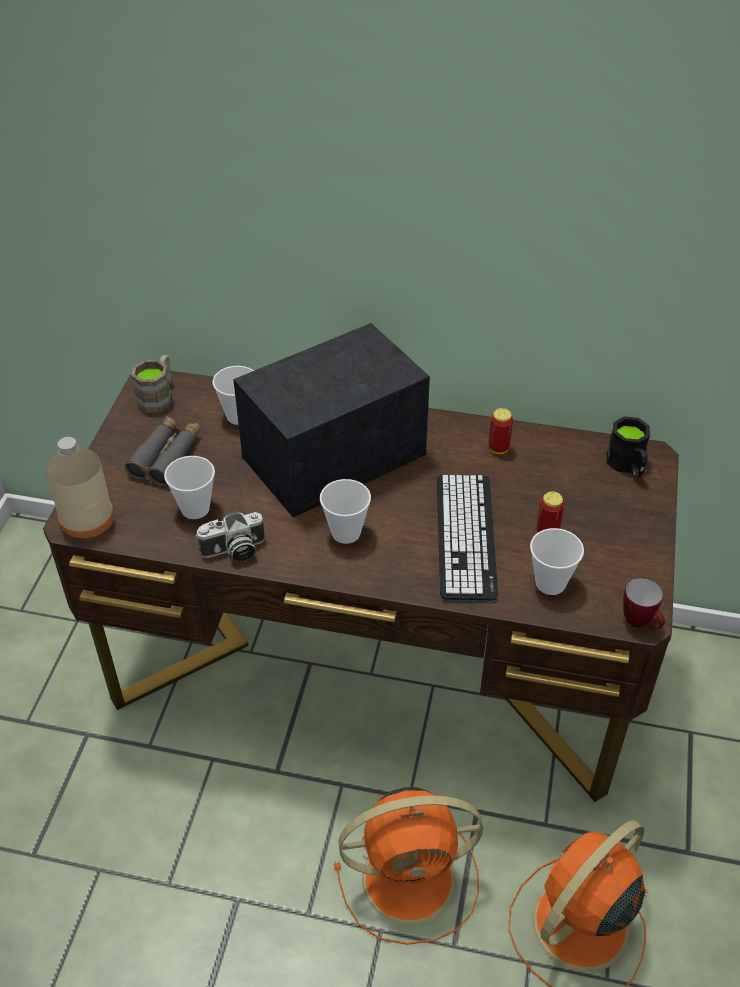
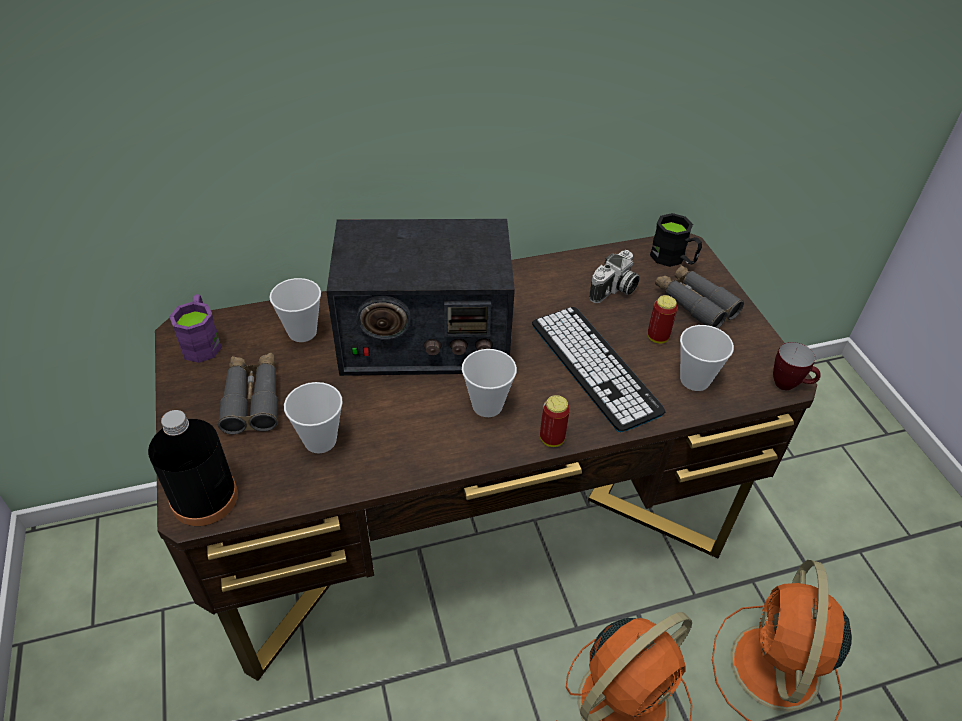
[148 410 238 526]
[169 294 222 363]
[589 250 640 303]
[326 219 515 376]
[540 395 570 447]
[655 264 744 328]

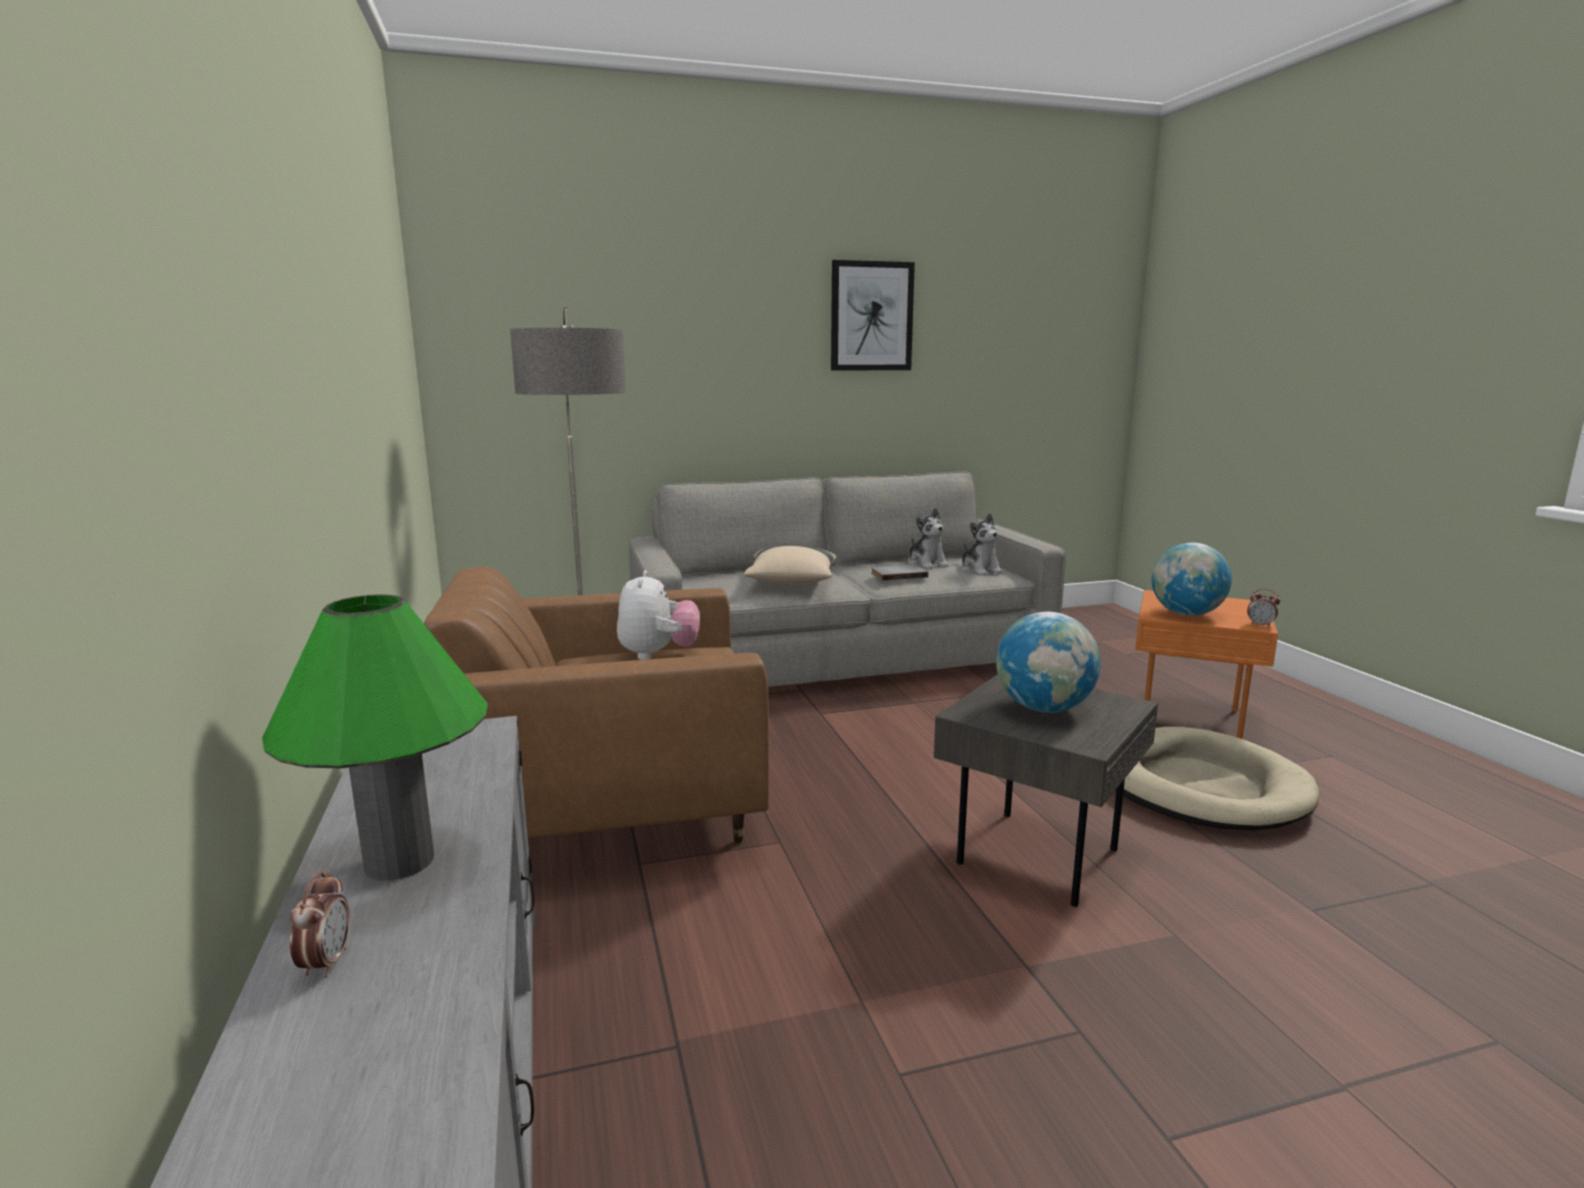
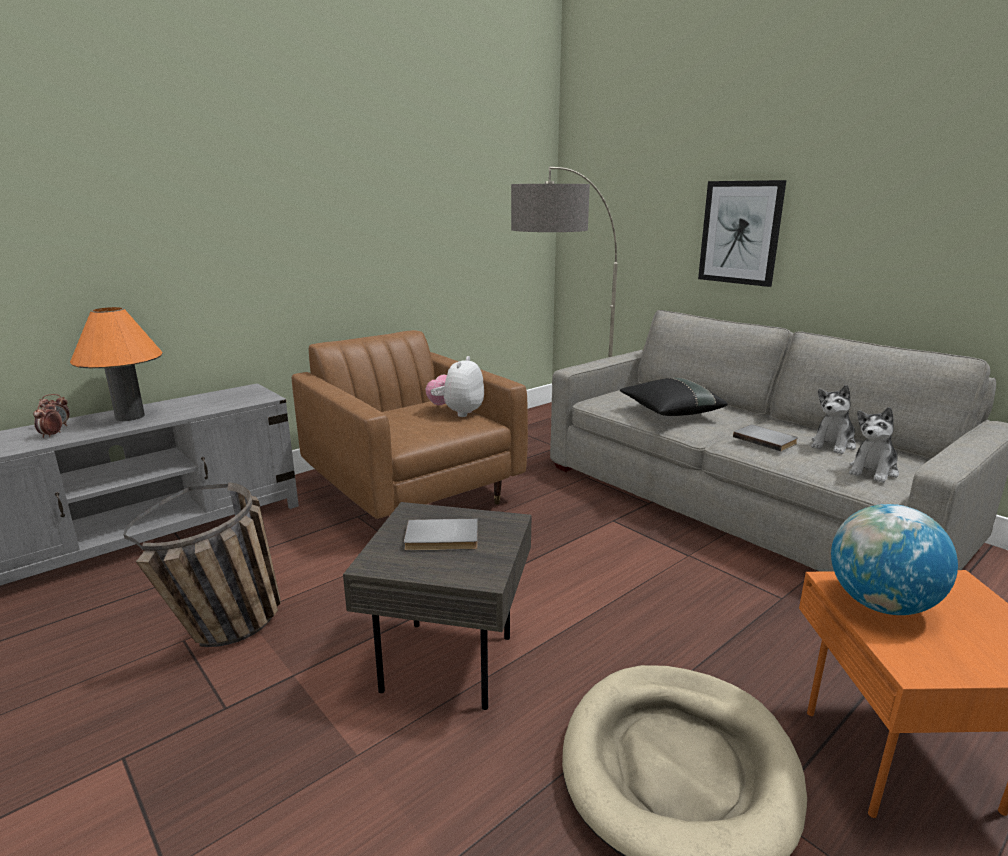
[70 307 163 421]
[425 356 484 417]
[620 378 728 416]
[698 180 786 287]
[404 519 478 551]
[33 401 62 438]
[124 482 281 647]

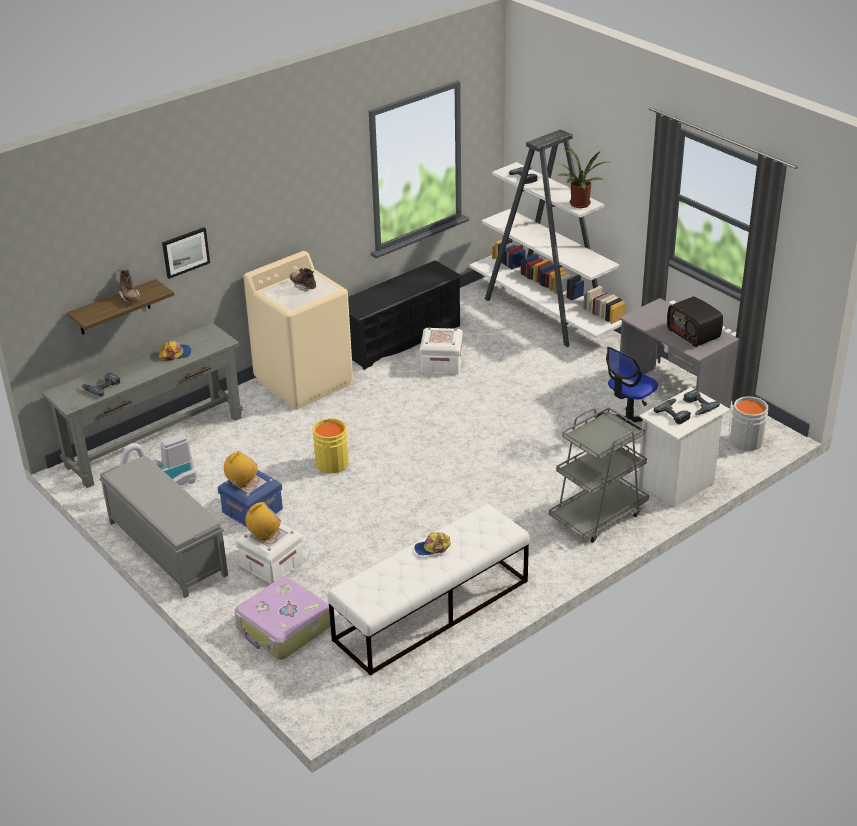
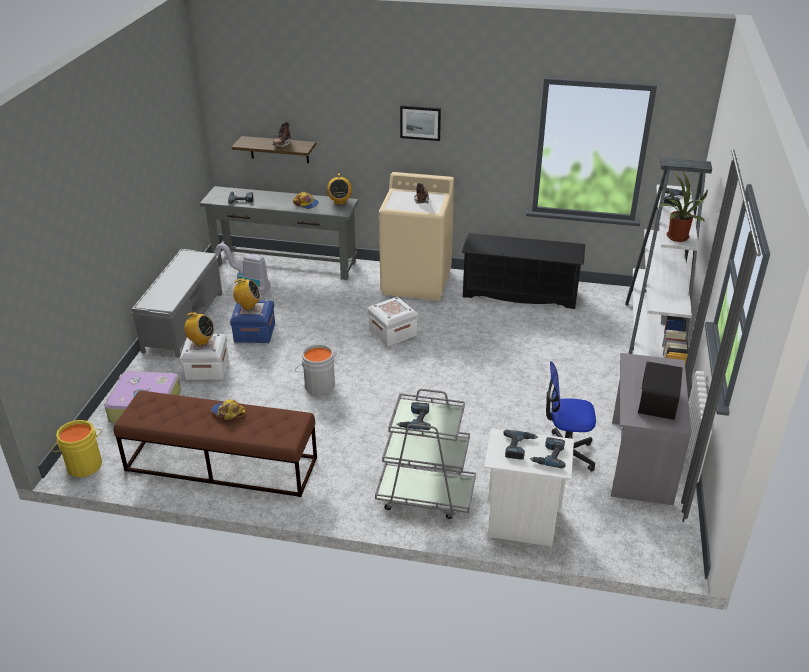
[400 105 441 141]
[51 420 102 477]
[114 390 317 497]
[367 297 419 346]
[295 344 337 395]
[327 173 352 205]
[397 402 431 430]

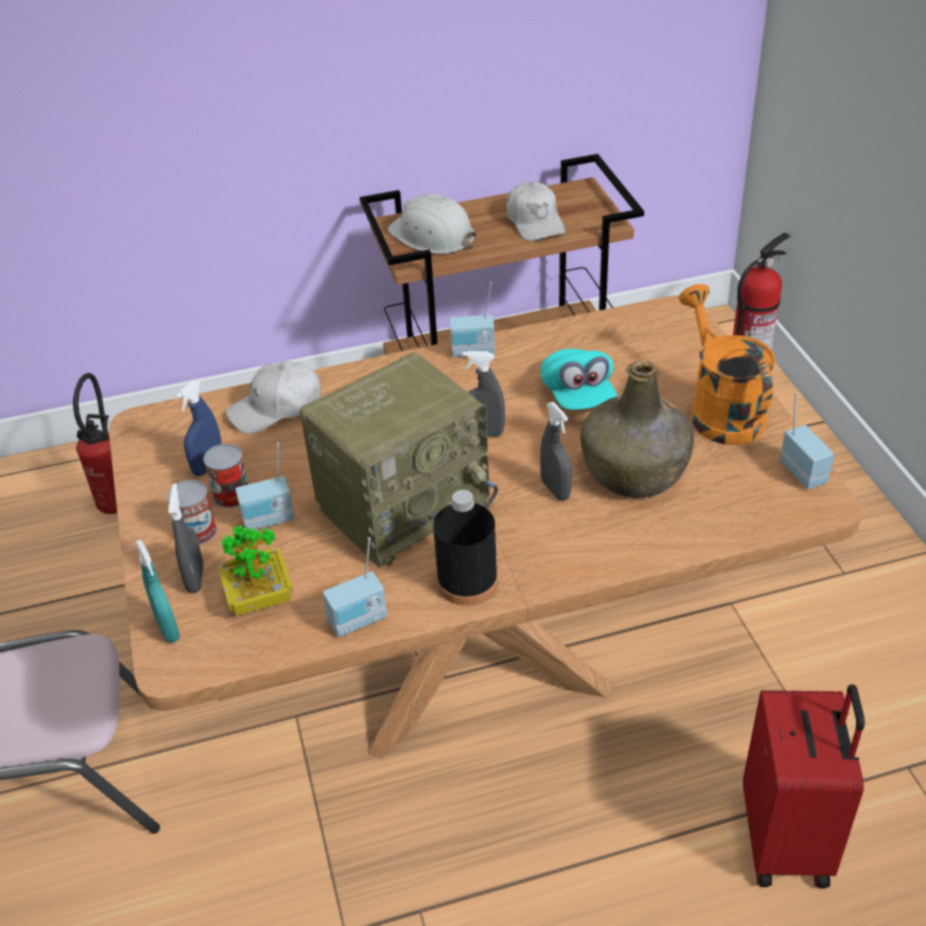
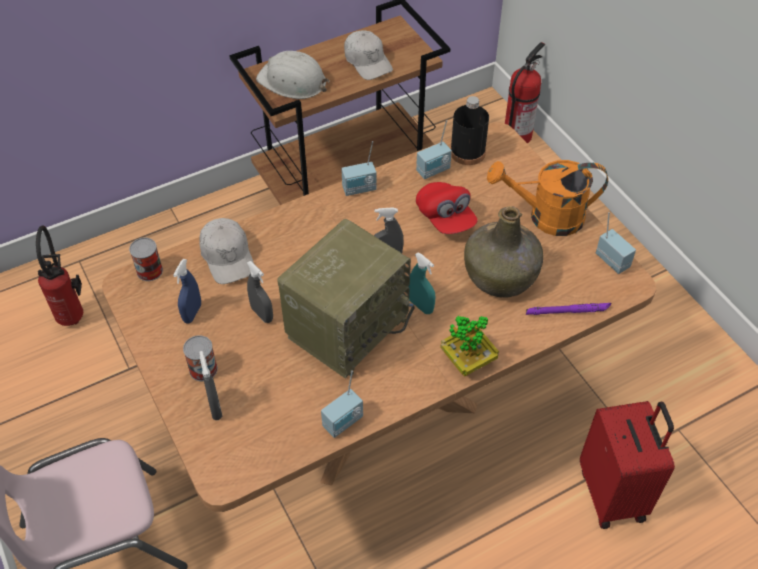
[409 253 435 314]
[129 237 163 281]
[440 316 499 377]
[199 218 254 284]
[416 120 452 179]
[450 96 489 165]
[247 261 273 323]
[416 182 478 234]
[487 160 608 236]
[526 303 611 315]

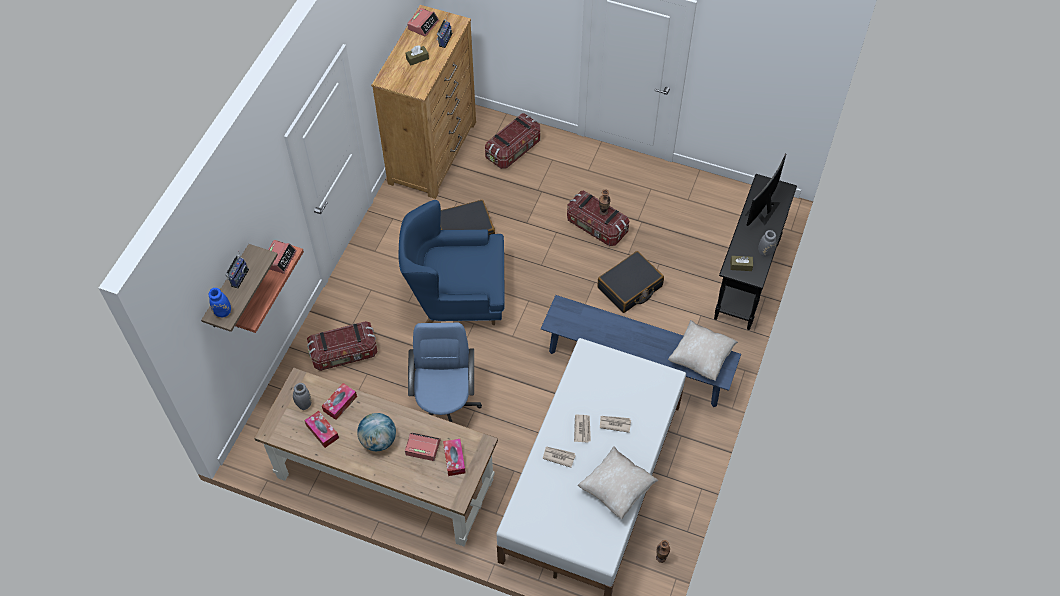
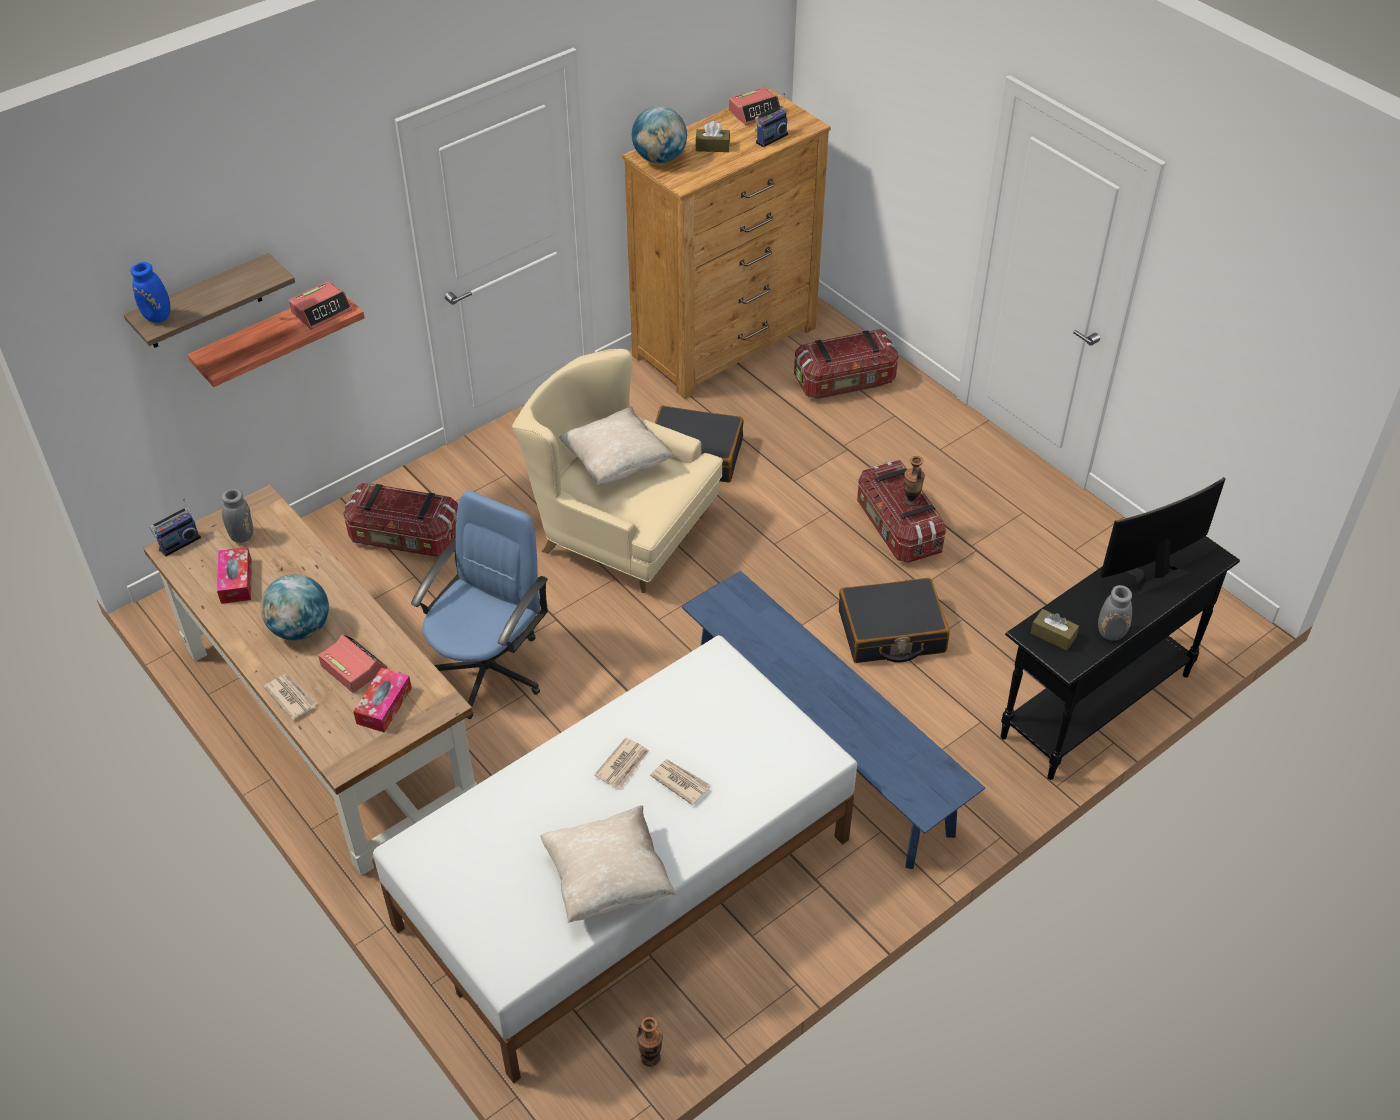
[150 499 201 557]
[322 383 357 420] (first image)
[512 349 723 593]
[264 674 318 720]
[559 406 673 485]
[632 106 687 164]

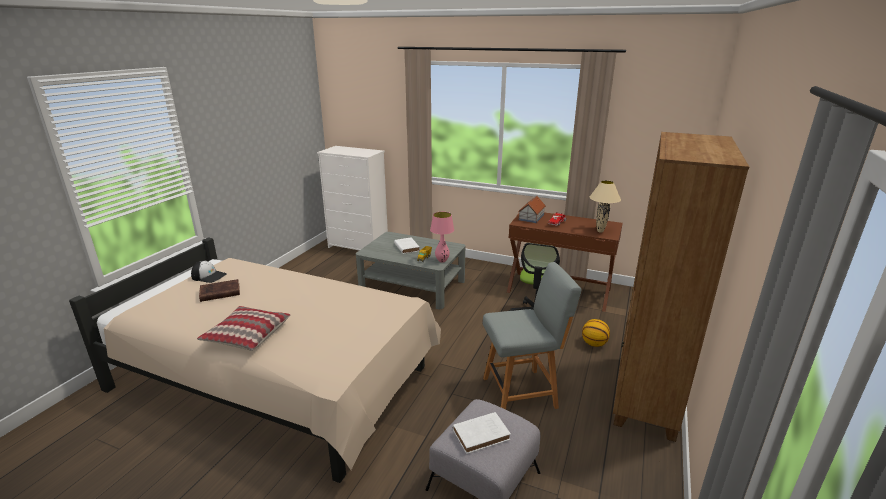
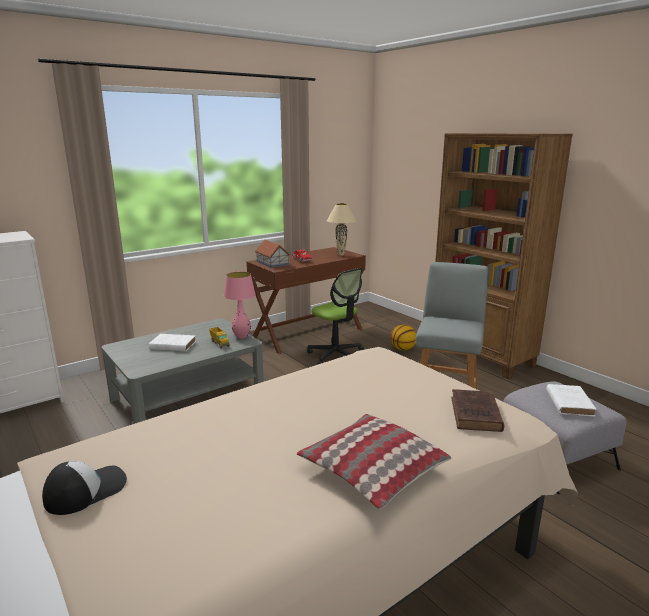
[451 389 504 432]

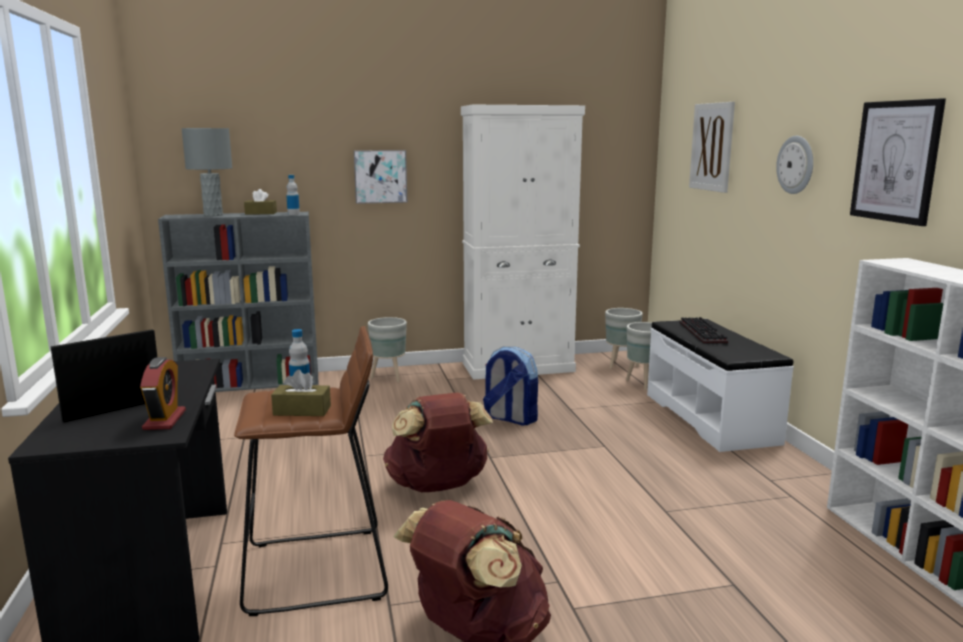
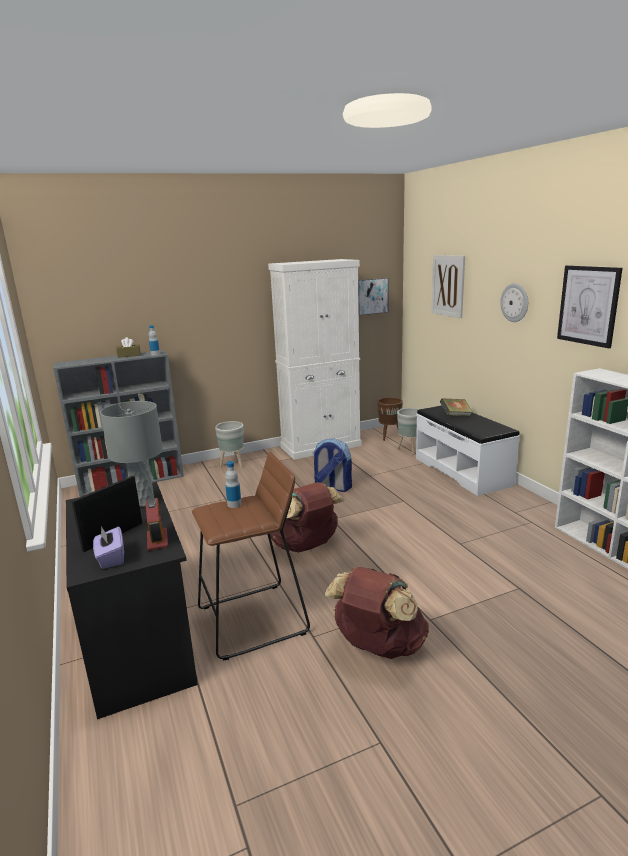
[100 401 163 507]
[271 370 331 416] (first image)
[358 278 389 316]
[377 397 403 441]
[440 398 473 416]
[93 526 124 569]

